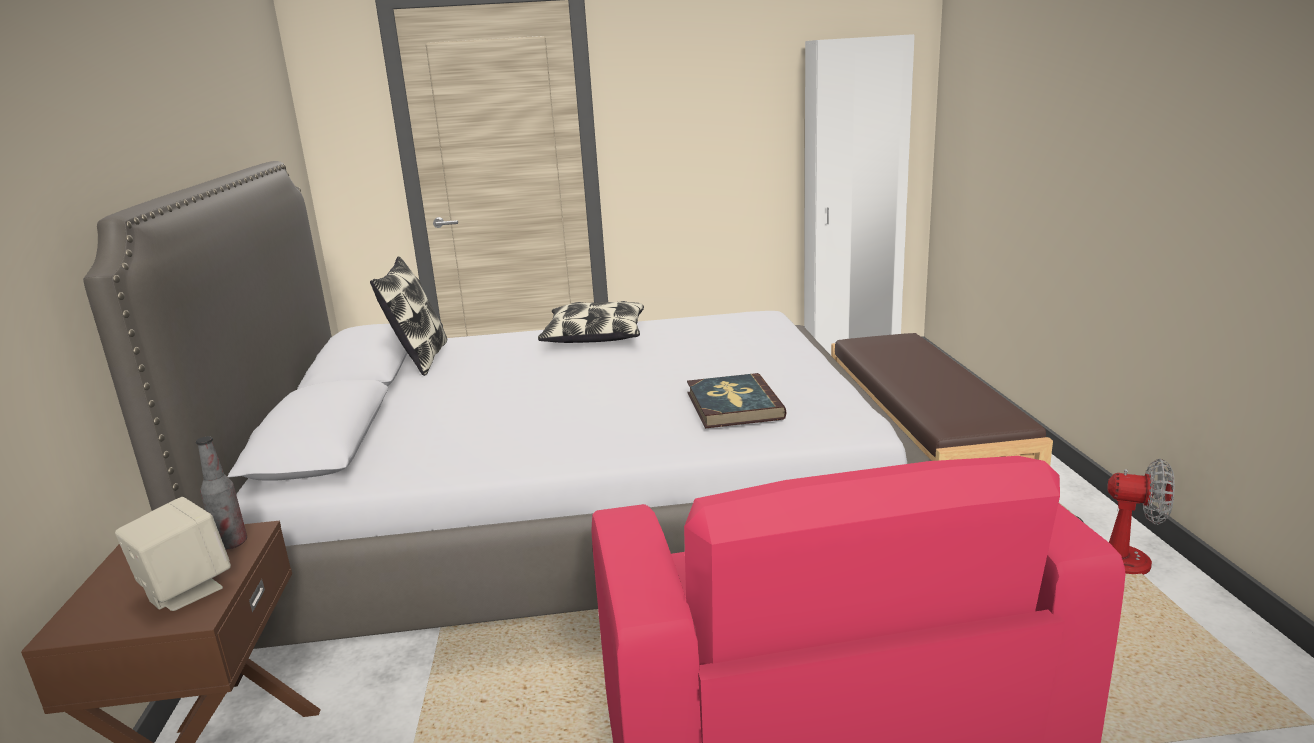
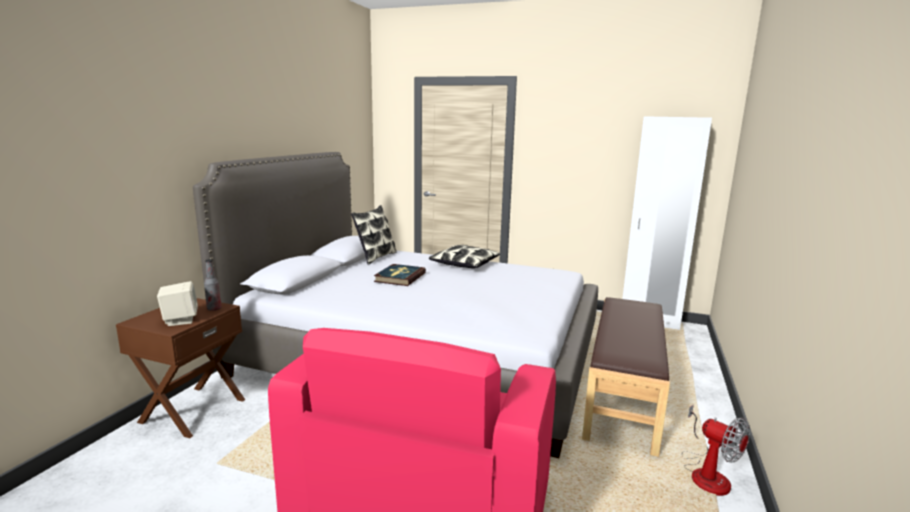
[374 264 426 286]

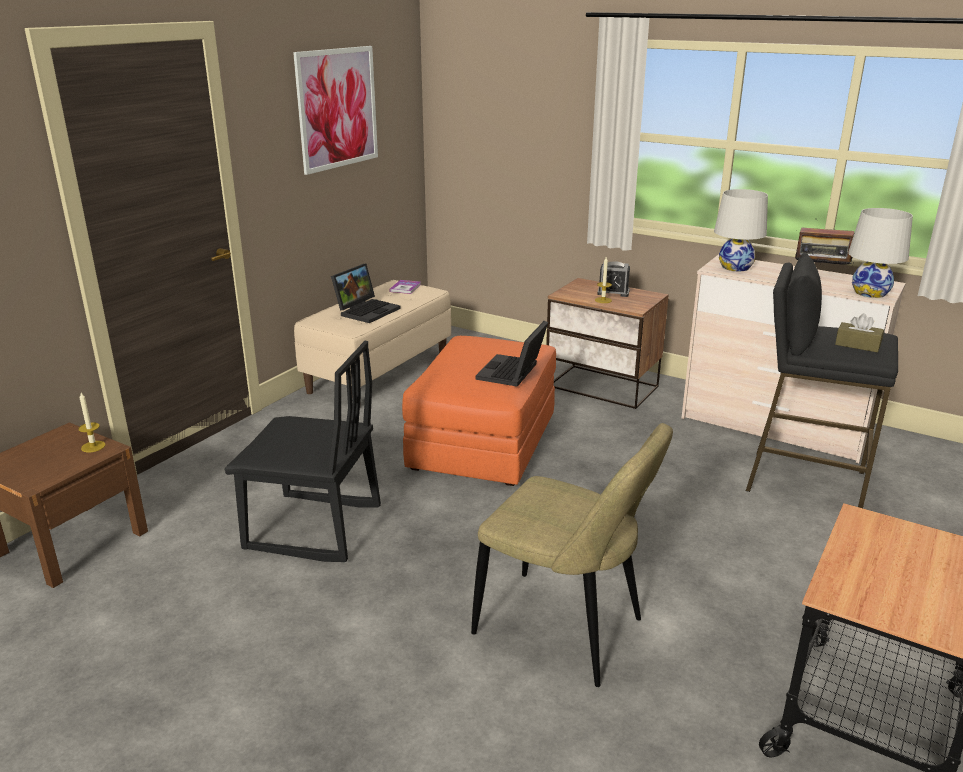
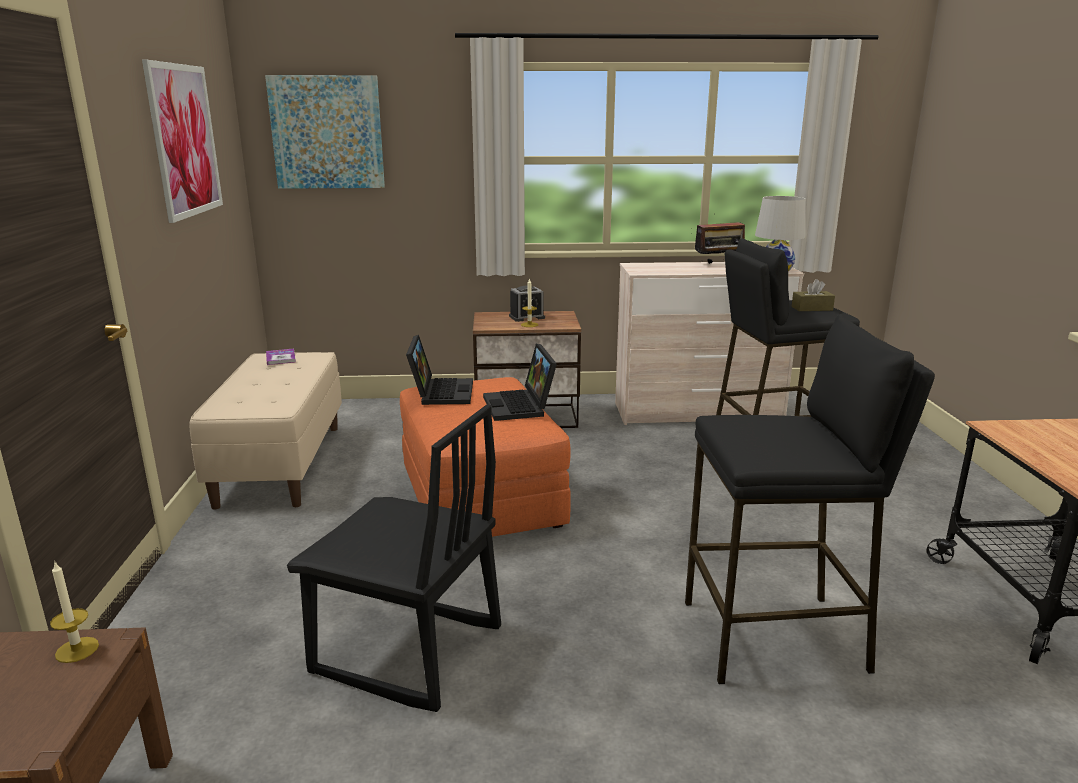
[287 404 501 712]
[406 335 473 405]
[685 314 935 684]
[714 189 768 271] (first image)
[265 75 385 189]

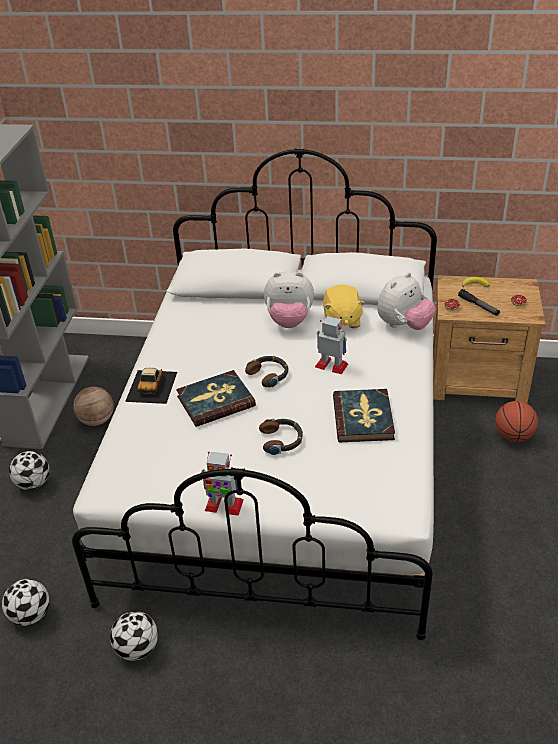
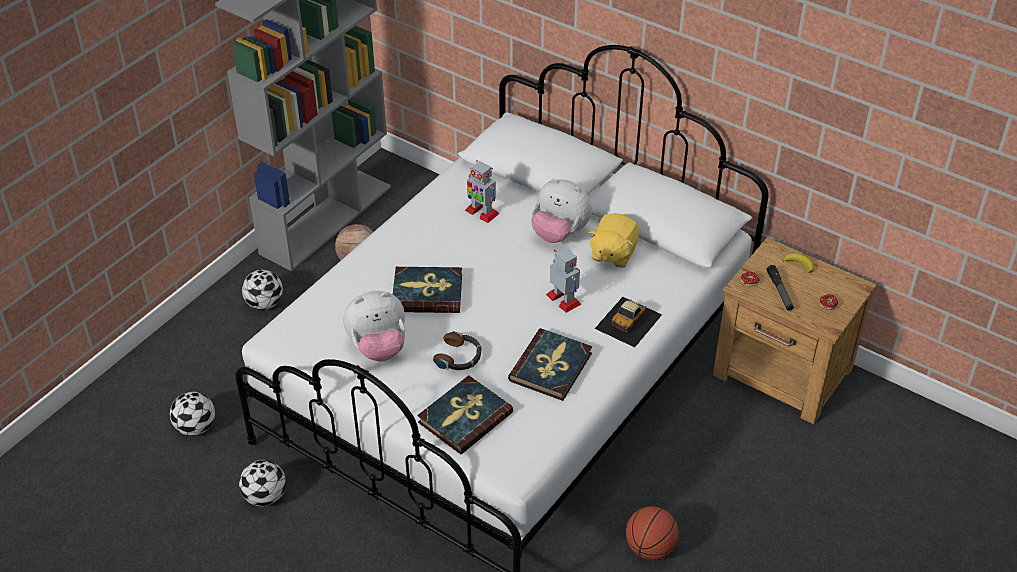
[595 297 662 347]
[465 160 500 223]
[245 356 288 387] (first image)
[343 291 405 361]
[626 506 679 560]
[417 375 513 454]

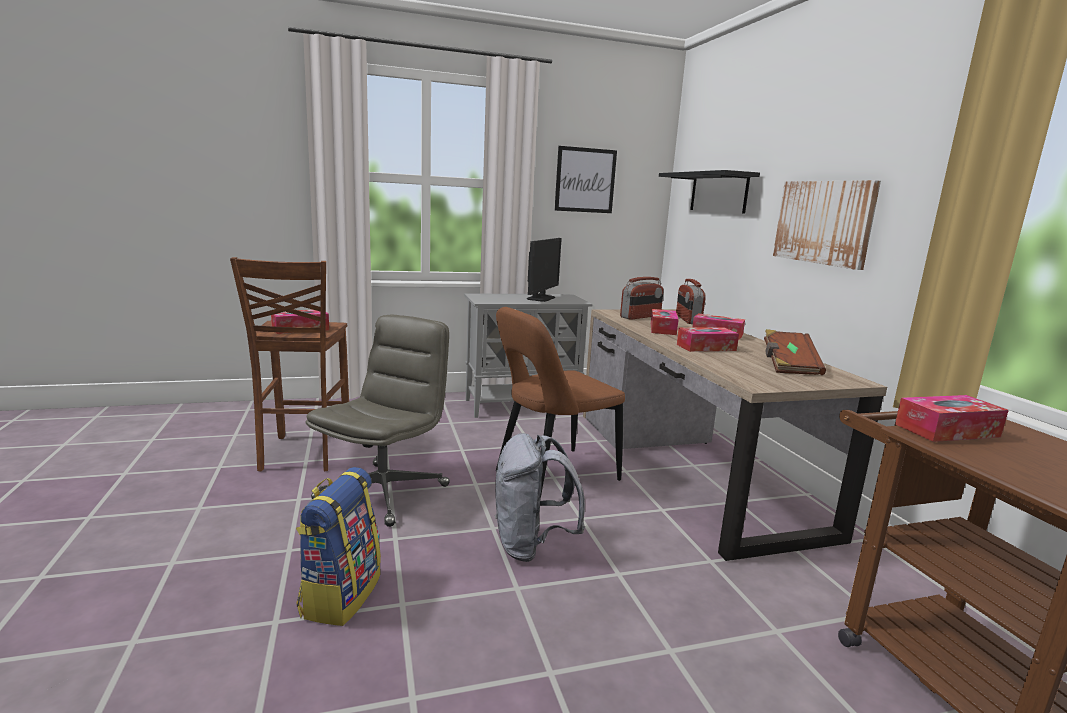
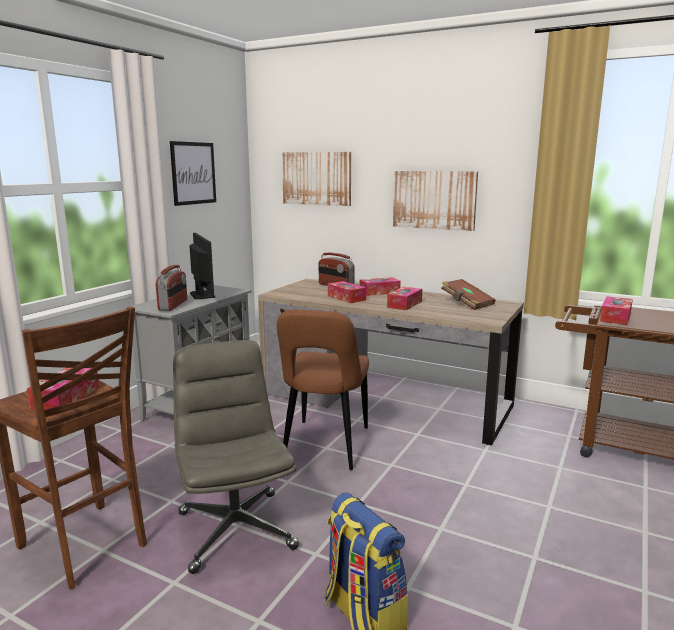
[495 433 585 562] (first image)
[156 265 187 311]
[282 152 351 206]

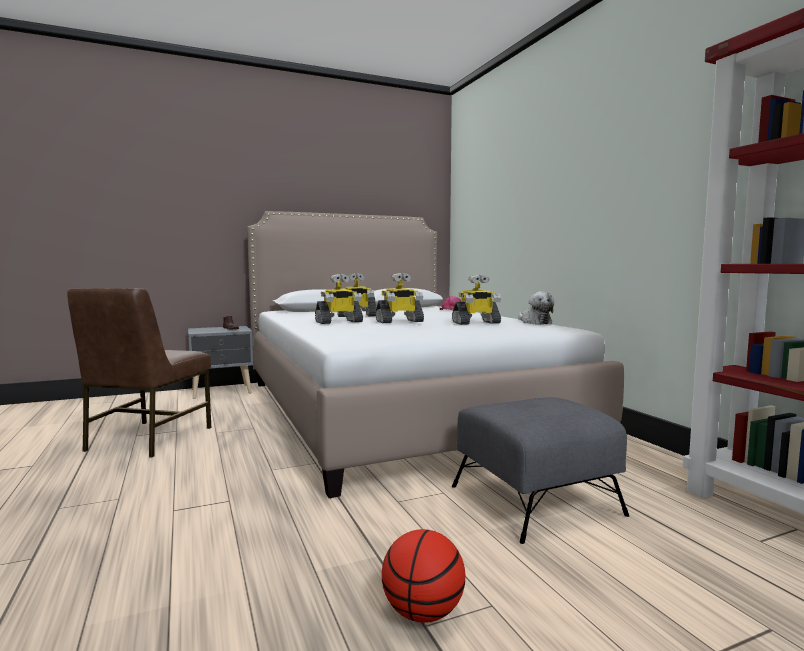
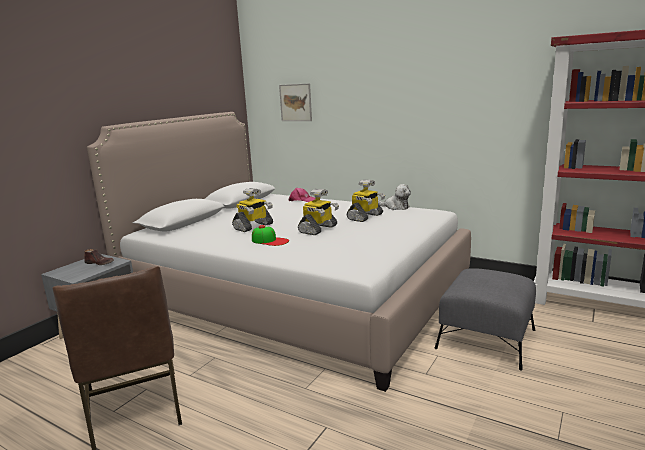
[252 225 289 246]
[382 529 465 623] (first image)
[279 83 312 121]

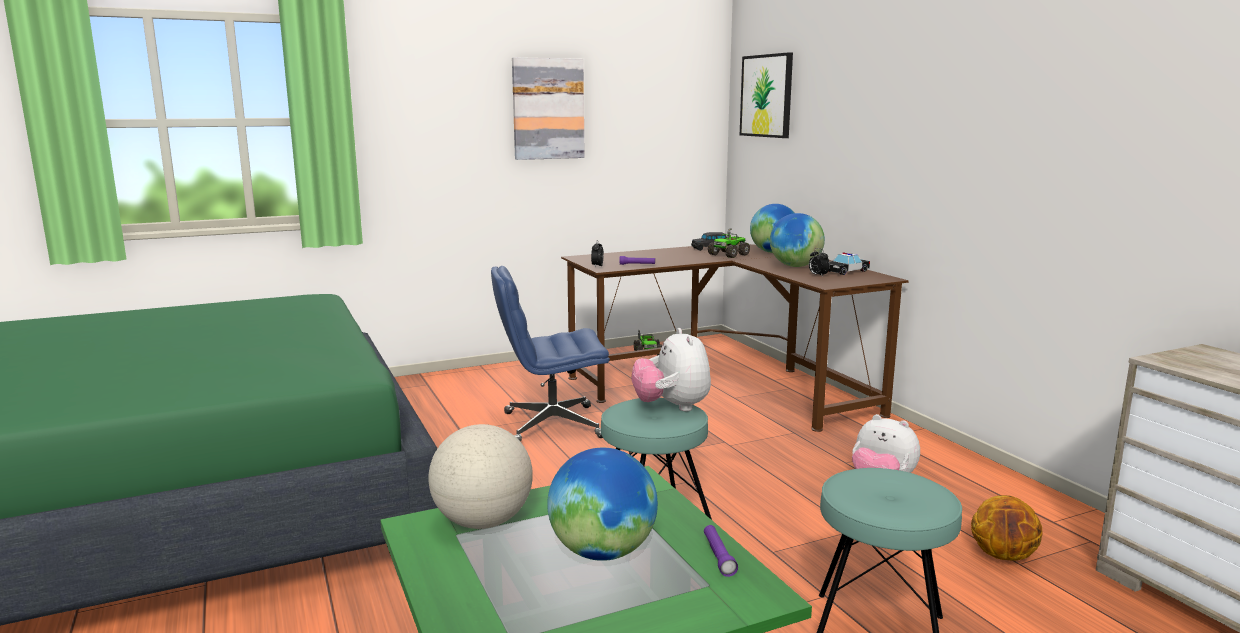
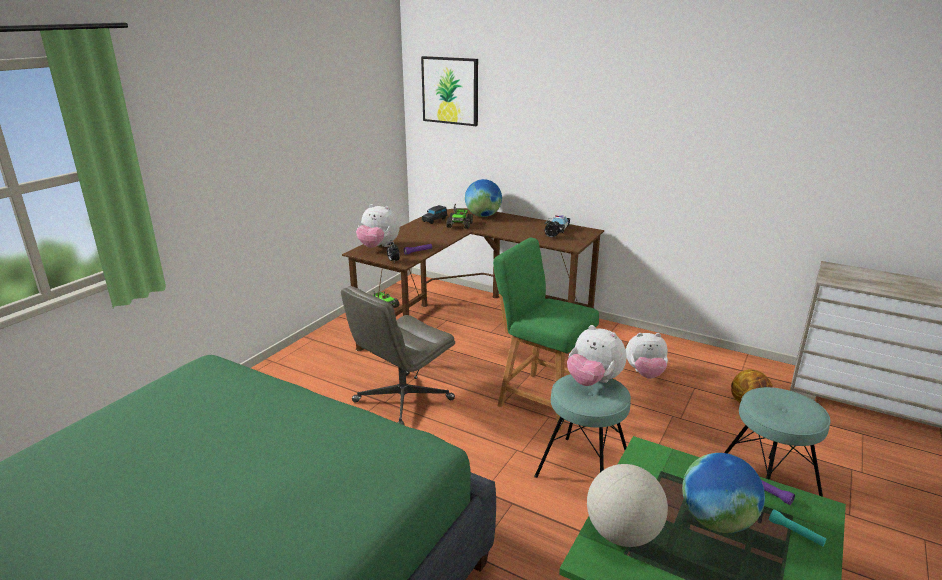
[341 286 455 425]
[512 57 585 160] (first image)
[770 213 825 267] (first image)
[356 204 400 248]
[493 238 599 430]
[769 510 827 547]

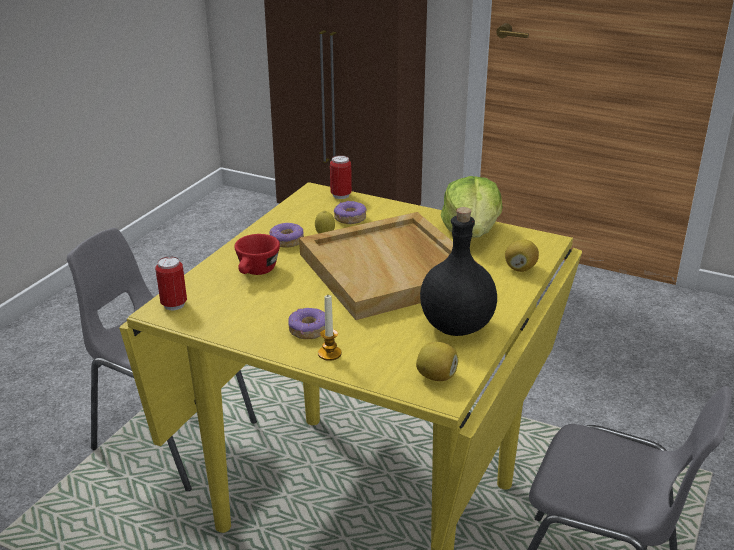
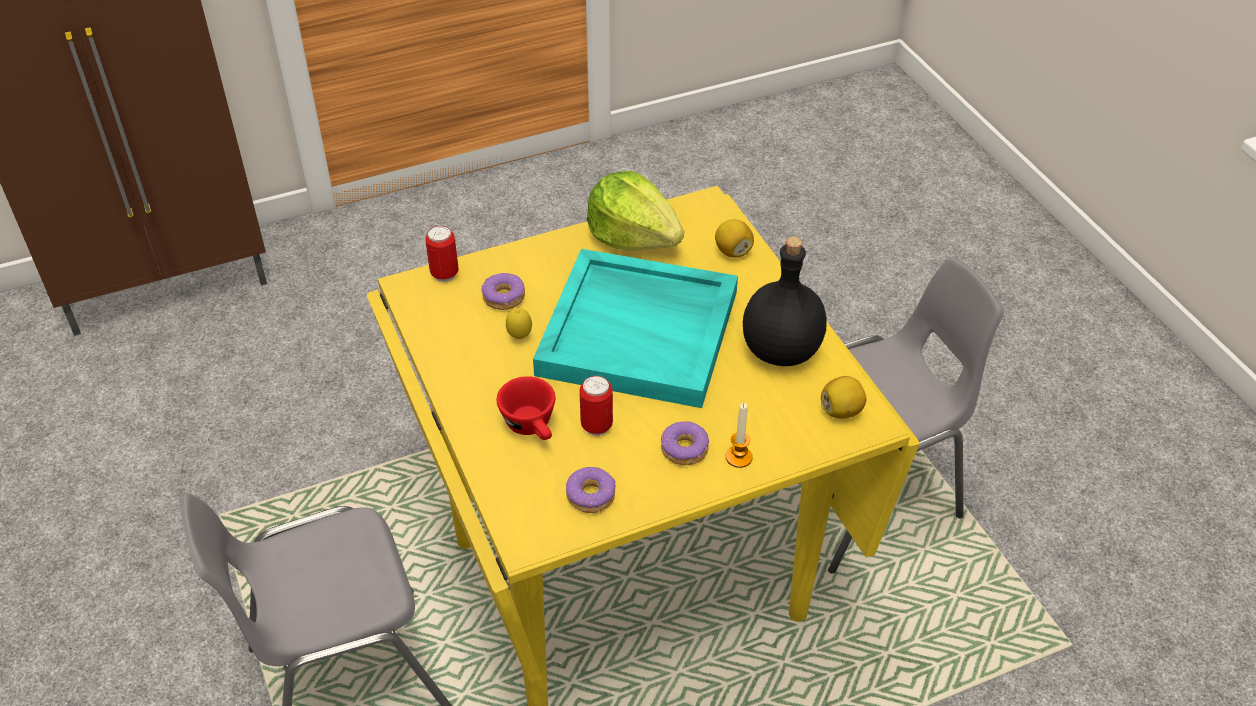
[580 376 613 436]
[566 467 615 513]
[533 249 738 408]

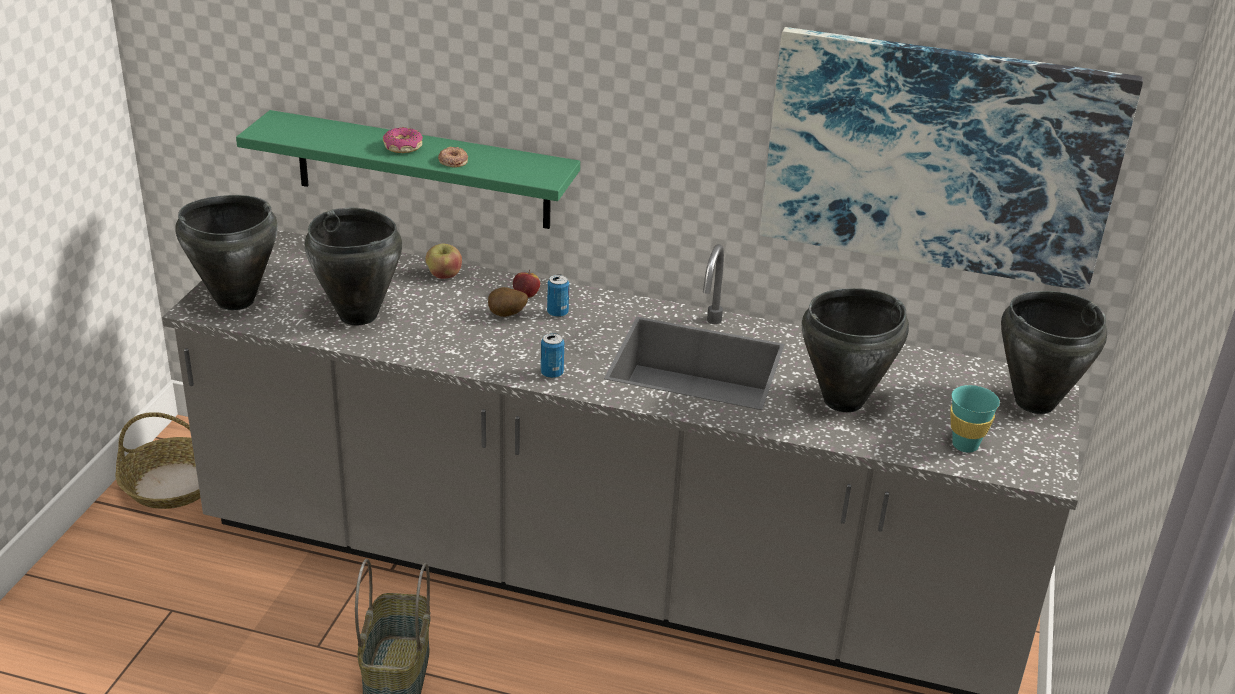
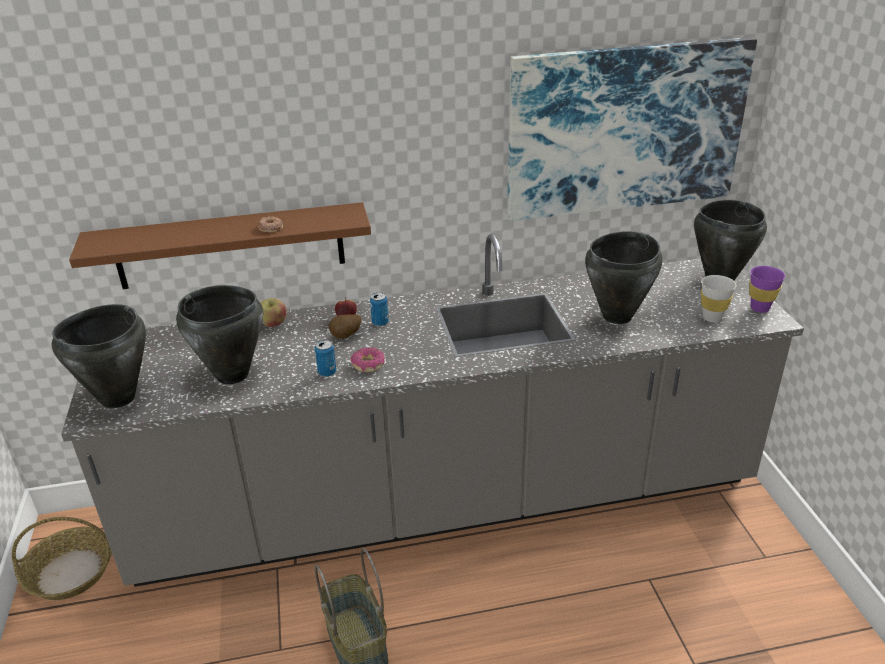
[69 202 371 289]
[350 347 385 372]
[315 340 336 377]
[701 275 737 323]
[749 266 785 313]

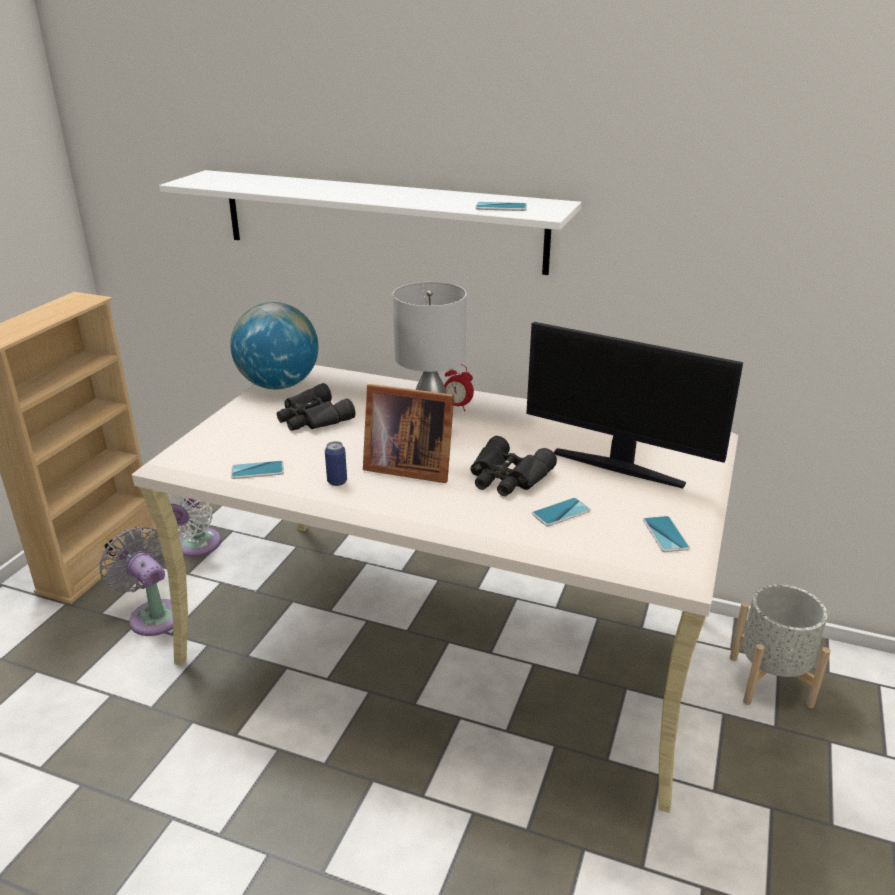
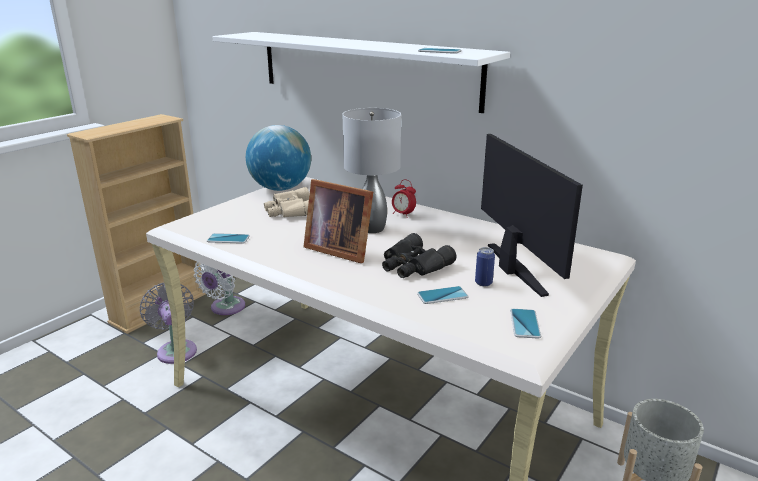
[264 187 309 217]
[475 247 495 286]
[481 134 583 297]

